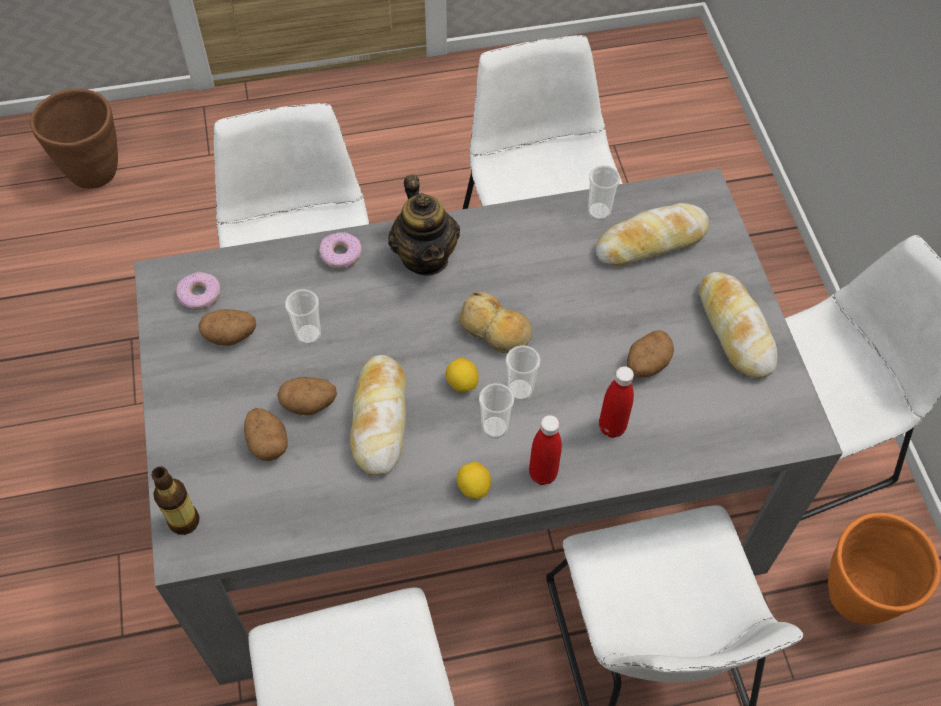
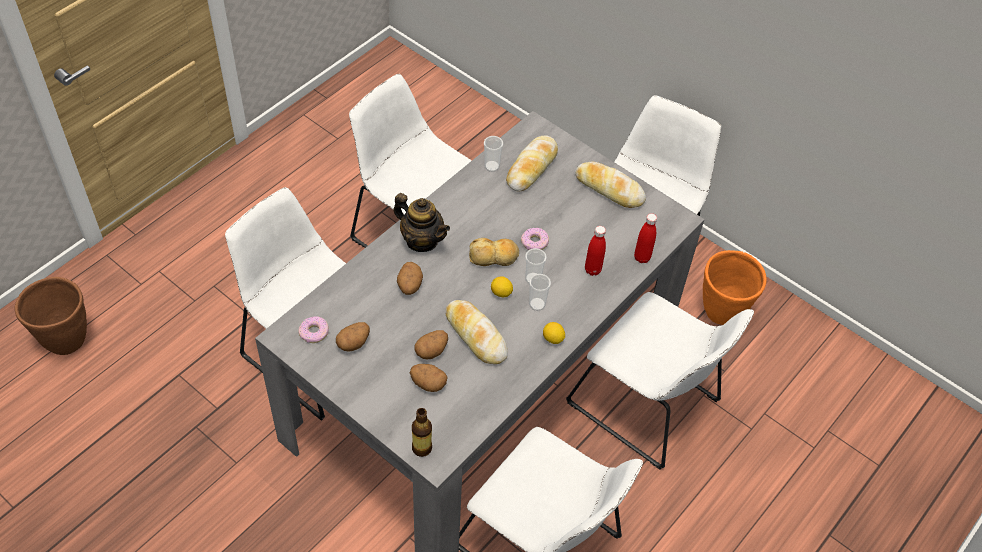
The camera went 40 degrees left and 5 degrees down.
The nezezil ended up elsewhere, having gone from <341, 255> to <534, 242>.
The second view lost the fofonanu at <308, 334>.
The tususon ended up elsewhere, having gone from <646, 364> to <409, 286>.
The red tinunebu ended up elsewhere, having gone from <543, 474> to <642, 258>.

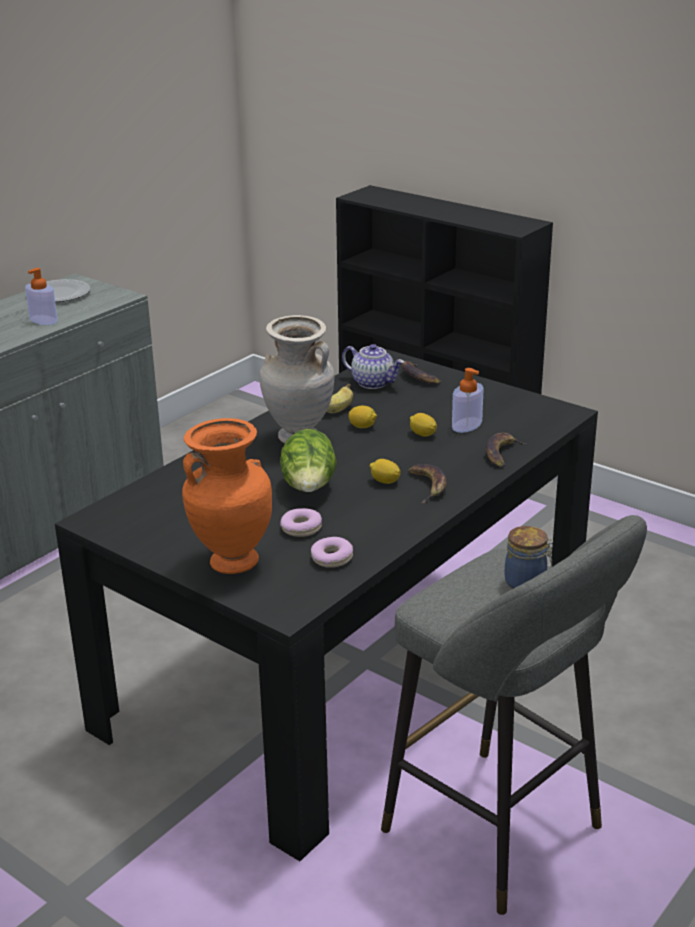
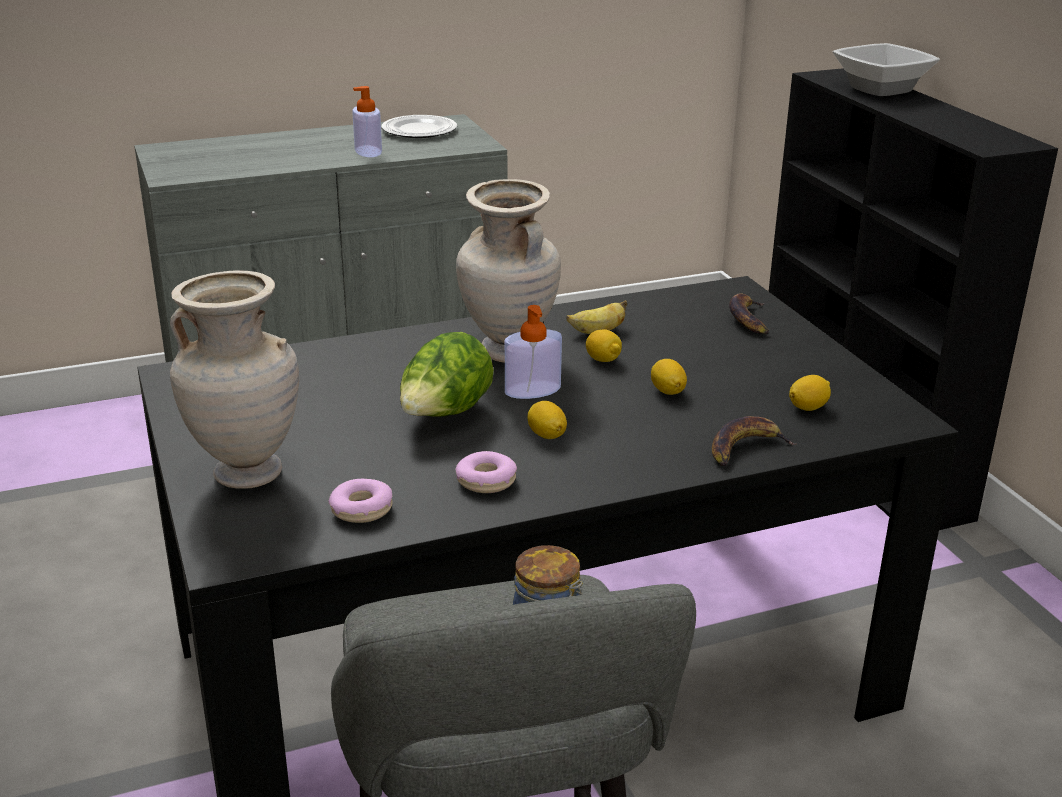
The camera went 30 degrees right and 0 degrees up.
The second view lost the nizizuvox at <373, 383>.
The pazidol ended up elsewhere, having gone from <467, 425> to <532, 390>.
What was the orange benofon at <232, 562> turned into the beige benofon at <247, 473>.
The second view lost the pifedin at <428, 486>.
The nezezil ended up elsewhere, having gone from <301, 528> to <486, 481>.
The second view gained the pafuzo at <882, 89>.
The second view gained the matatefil at <808, 407>.

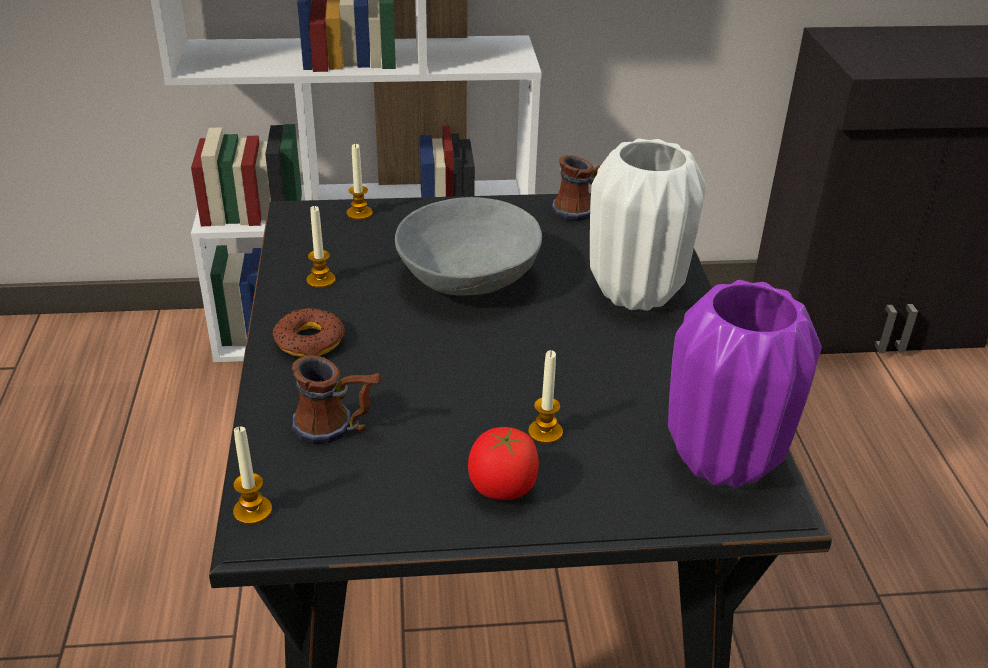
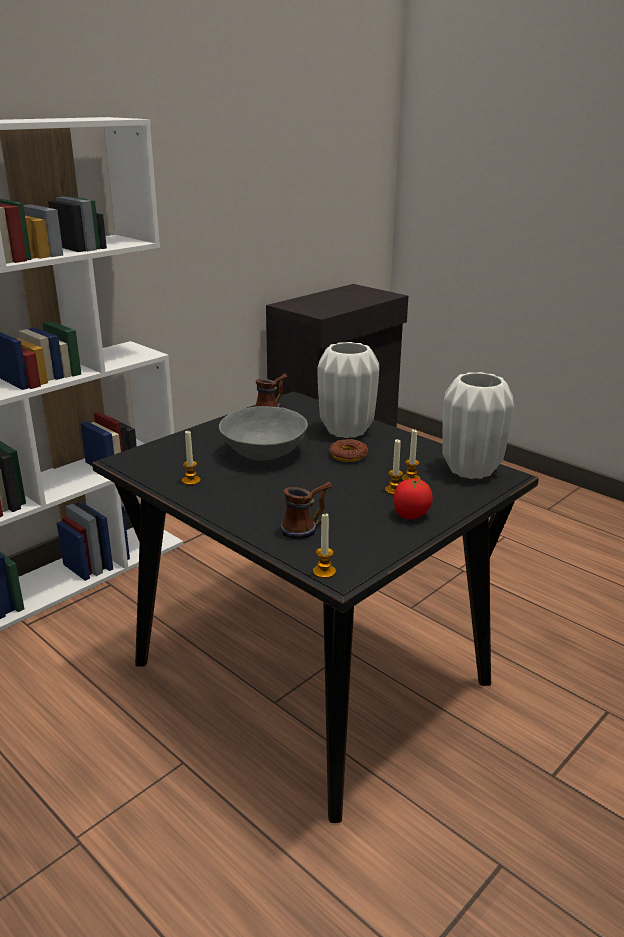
The camera went 40 degrees left and 10 degrees down.
The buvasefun ended up elsewhere, having gone from <359, 213> to <411, 479>.
What was the purple benofon at <722, 458> turned into the white benofon at <470, 469>.
The nezezil ended up elsewhere, having gone from <310, 340> to <348, 455>.

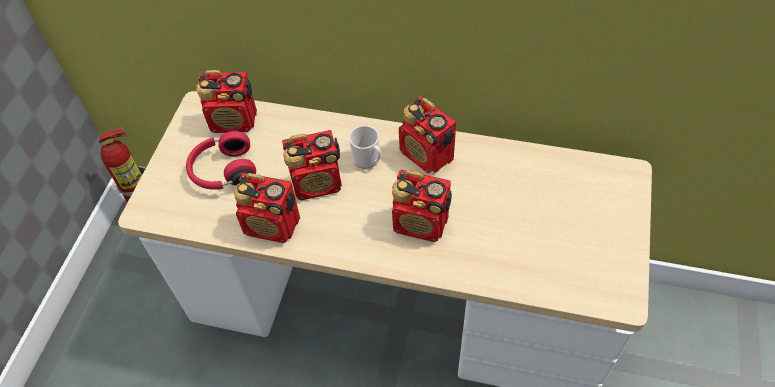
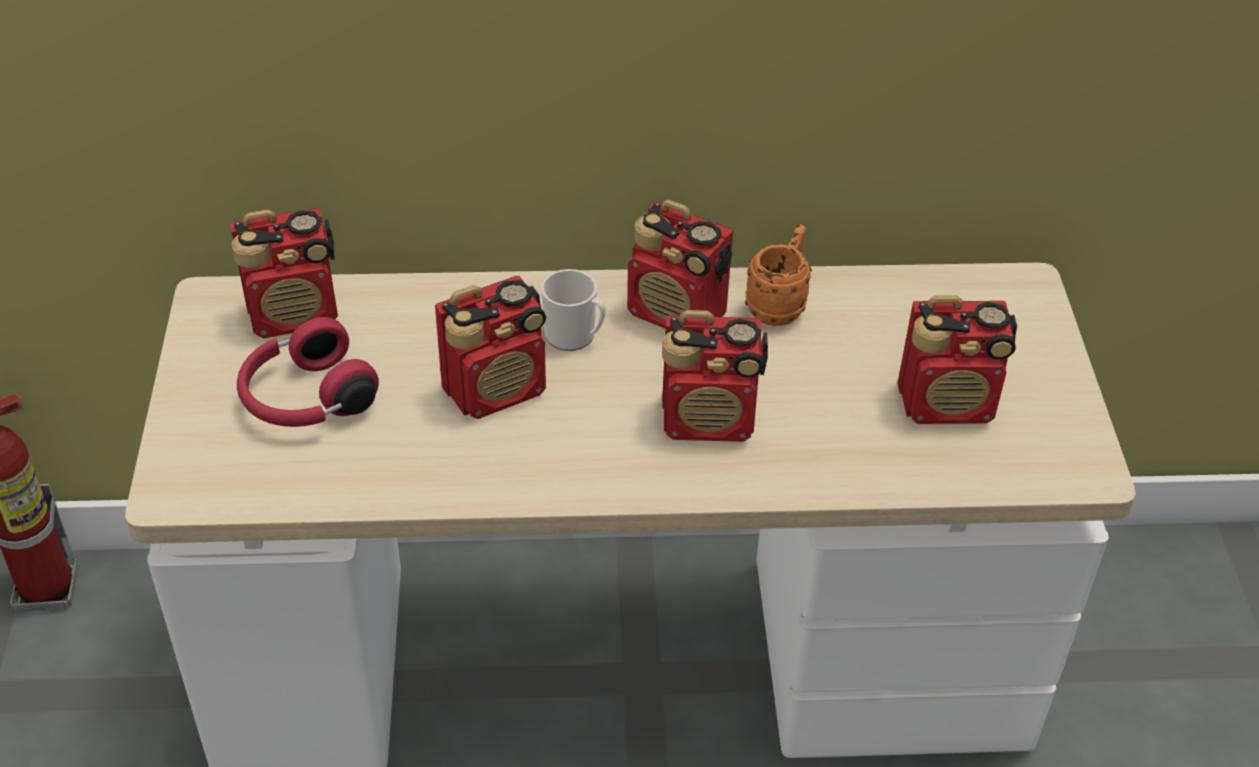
The camera went 20 degrees left and 10 degrees down.
The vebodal ended up elsewhere, having gone from <273, 226> to <948, 403>.
The second view gained the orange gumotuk at <779, 305>.

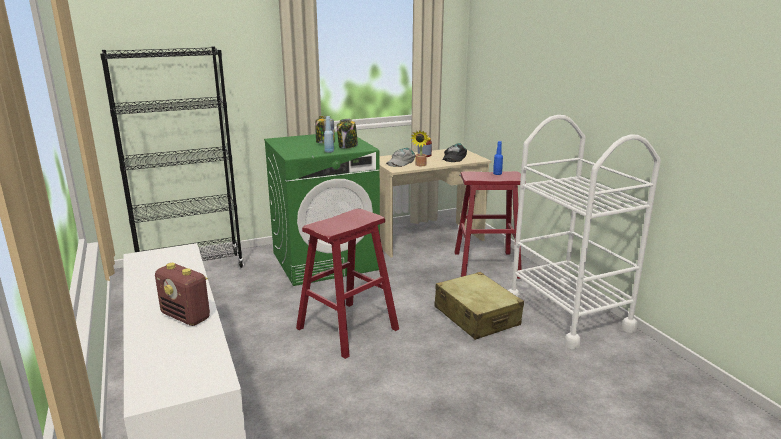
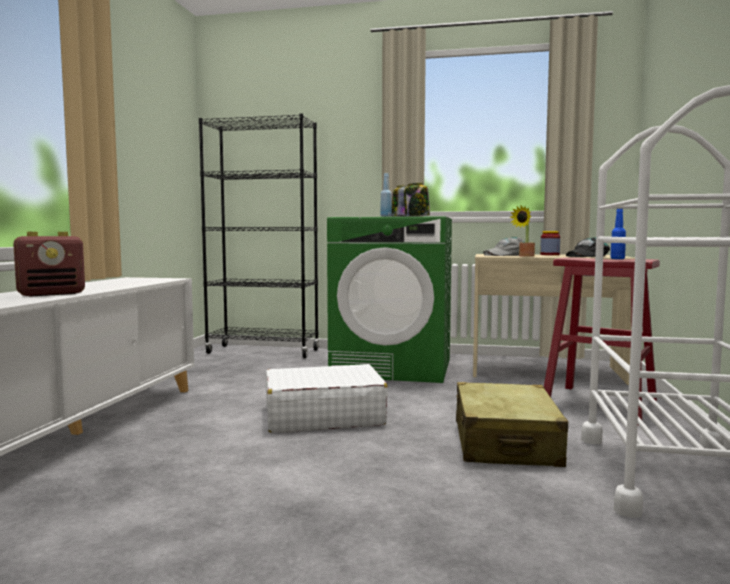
The camera went 35 degrees right and 15 degrees down.
Where the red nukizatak stood at <347, 329>, the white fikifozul came to stand at <323, 415>.
The vebodal at <186, 317> ended up facing another way, 105 degrees counterclockwise from before.

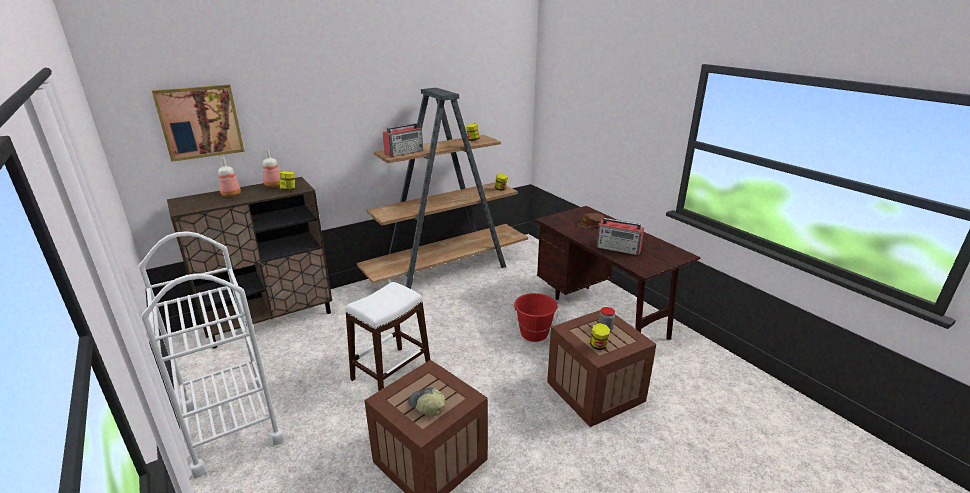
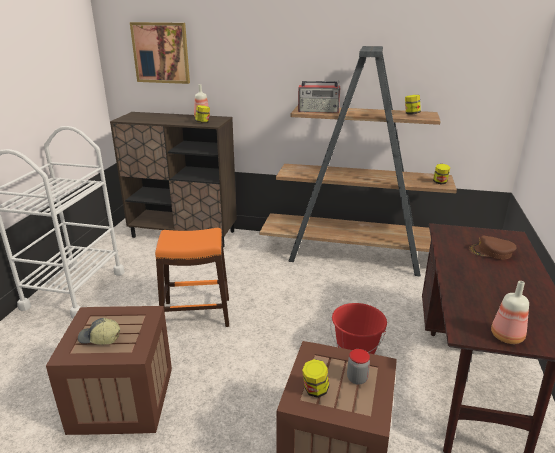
The camera went 45 degrees right and 0 degrees up.
The tinunebu ended up elsewhere, having gone from <232, 194> to <508, 337>.
The second view lost the vebodal at <619, 249>.
What was the white nukizatak at <391, 373> turned into the orange nukizatak at <196, 314>.
The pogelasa at <426, 406> ended up facing another way, 75 degrees counterclockwise from before.

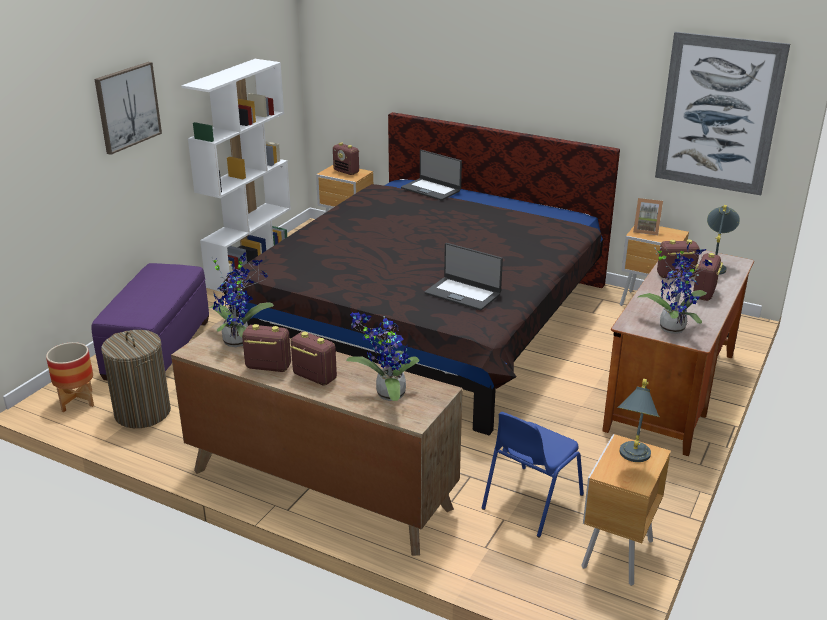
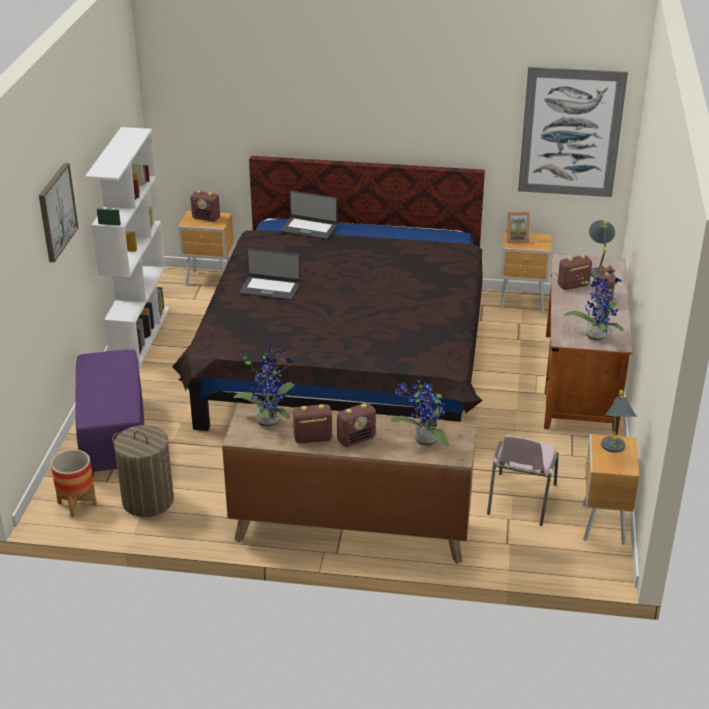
The camera went 20 degrees left and 5 degrees up.
The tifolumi ended up elsewhere, having gone from <463, 293> to <270, 288>.
The vebodal at <314, 377> ended up facing another way, 135 degrees clockwise from before.
What was the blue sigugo at <530, 502> turned into the pink sigugo at <520, 500>.

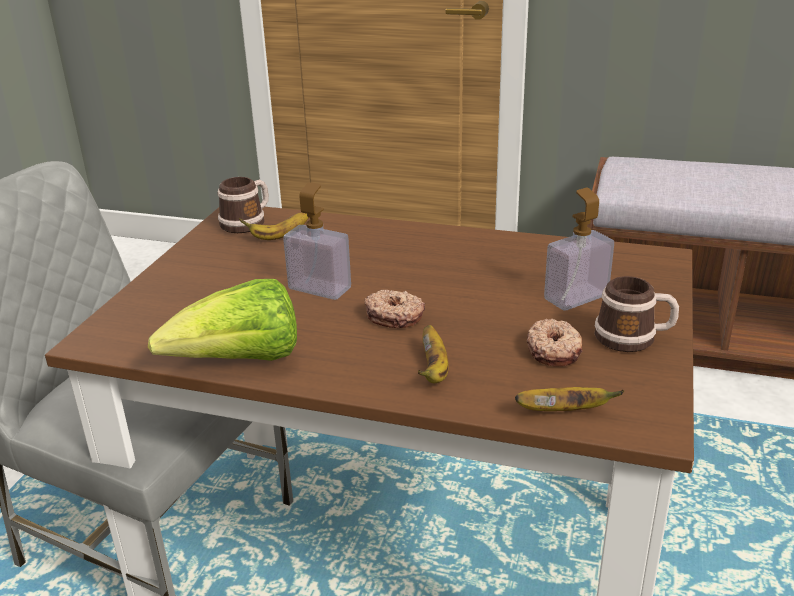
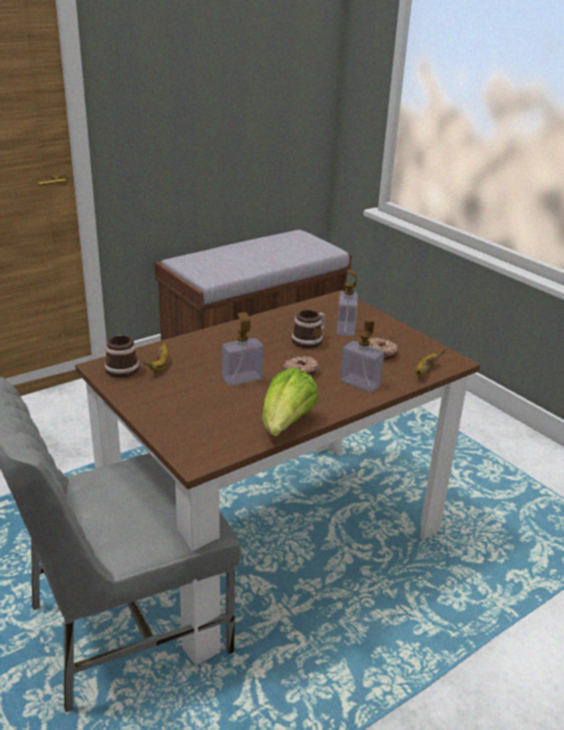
The camera went 55 degrees left and 0 degrees up.
The gumotuk ended up elsewhere, having gone from <633, 338> to <310, 340>.
Where the pifedin stood at <434, 370>, the pazidol came to stand at <360, 383>.

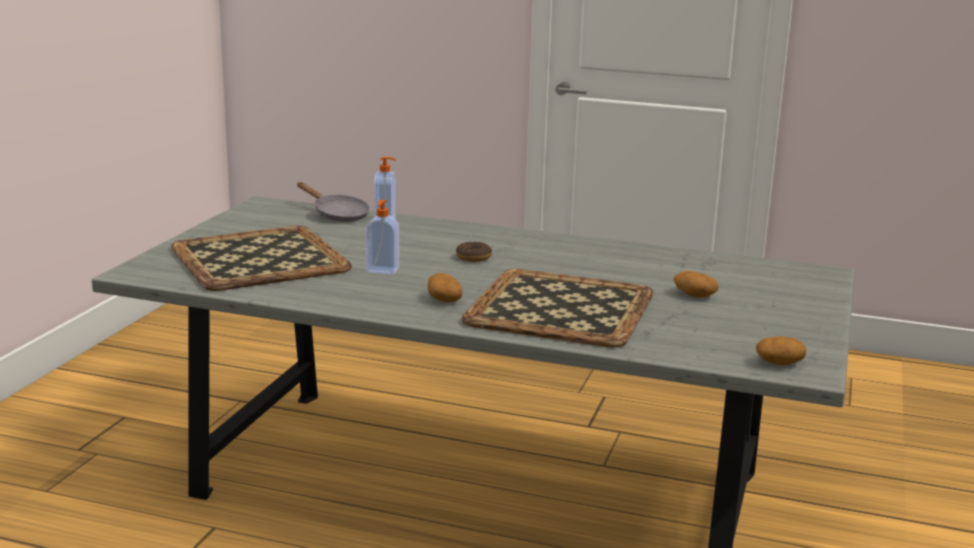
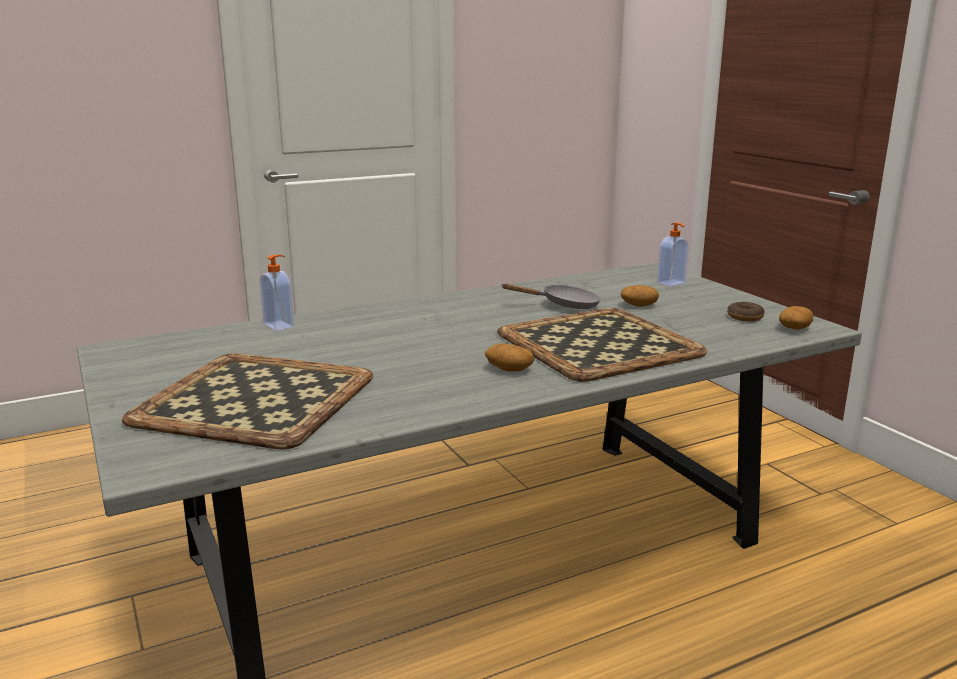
The camera went 45 degrees left and 0 degrees up.
The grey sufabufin ended up elsewhere, having gone from <337, 215> to <564, 305>.
The pazidol ended up elsewhere, having gone from <382, 271> to <671, 283>.
The nezezil ended up elsewhere, having gone from <473, 257> to <745, 317>.

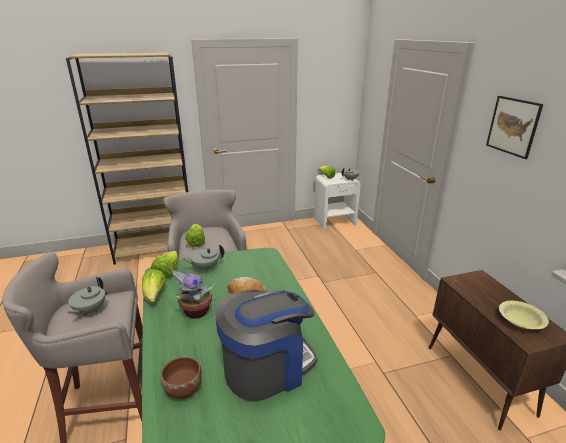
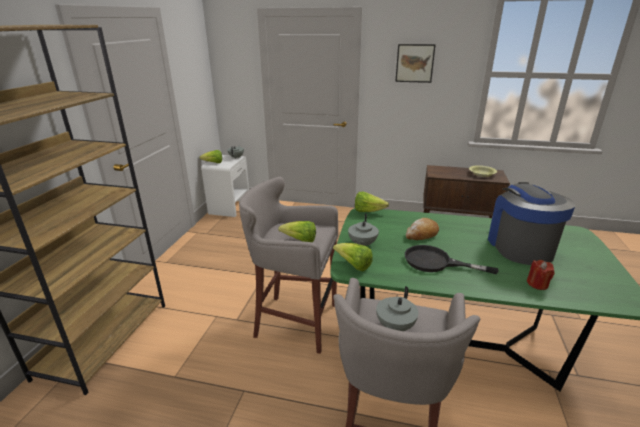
The camera went 60 degrees left and 0 degrees up.
Where the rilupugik stood at <195, 312>, the black sufabufin came to stand at <436, 262>.
The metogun ended up elsewhere, having gone from <155, 296> to <368, 211>.
The grey nizizuvox at <90, 311> ended up facing another way, 75 degrees clockwise from before.
Where the brown pafuzo stood at <183, 389>, the red buvasefun came to stand at <537, 284>.

